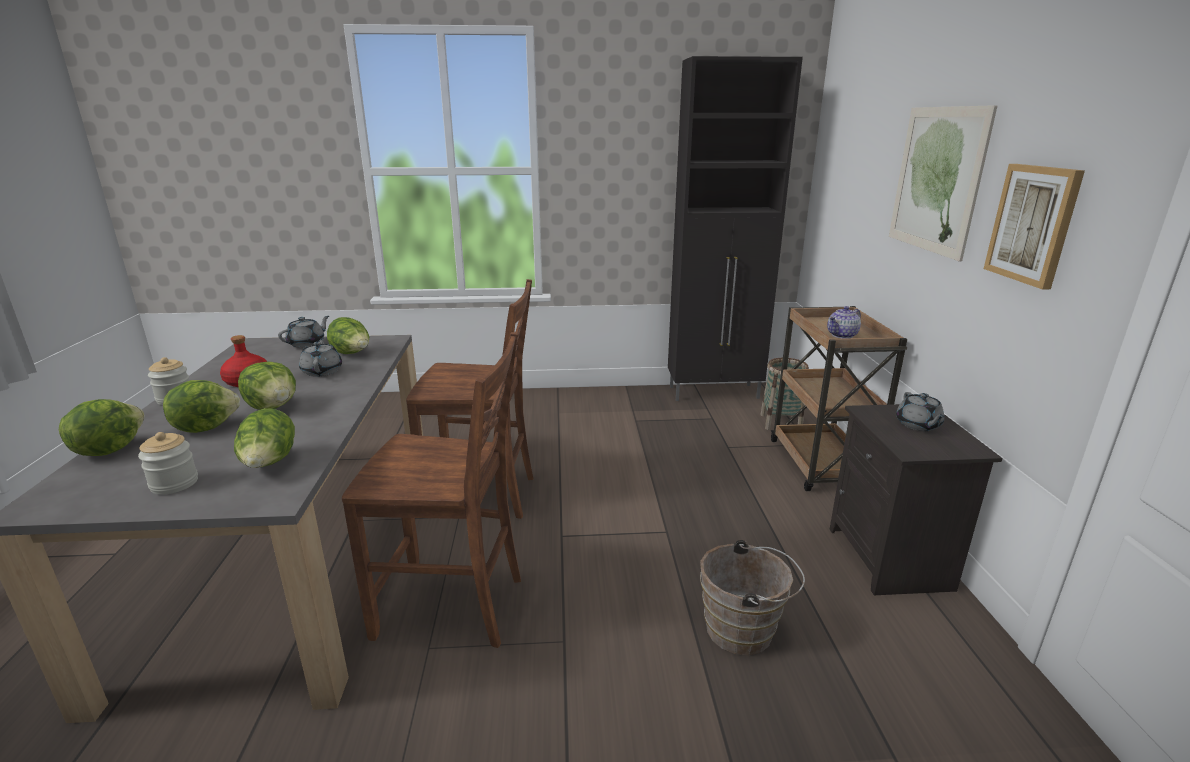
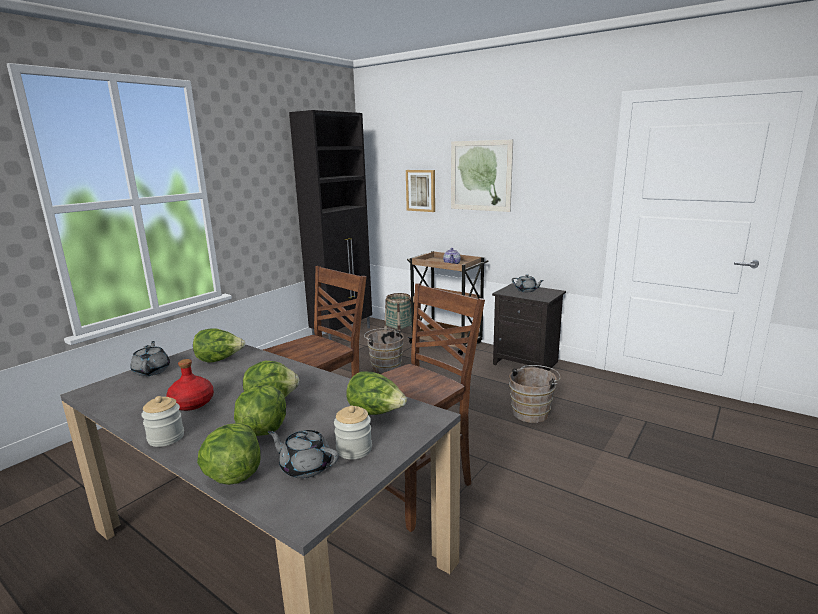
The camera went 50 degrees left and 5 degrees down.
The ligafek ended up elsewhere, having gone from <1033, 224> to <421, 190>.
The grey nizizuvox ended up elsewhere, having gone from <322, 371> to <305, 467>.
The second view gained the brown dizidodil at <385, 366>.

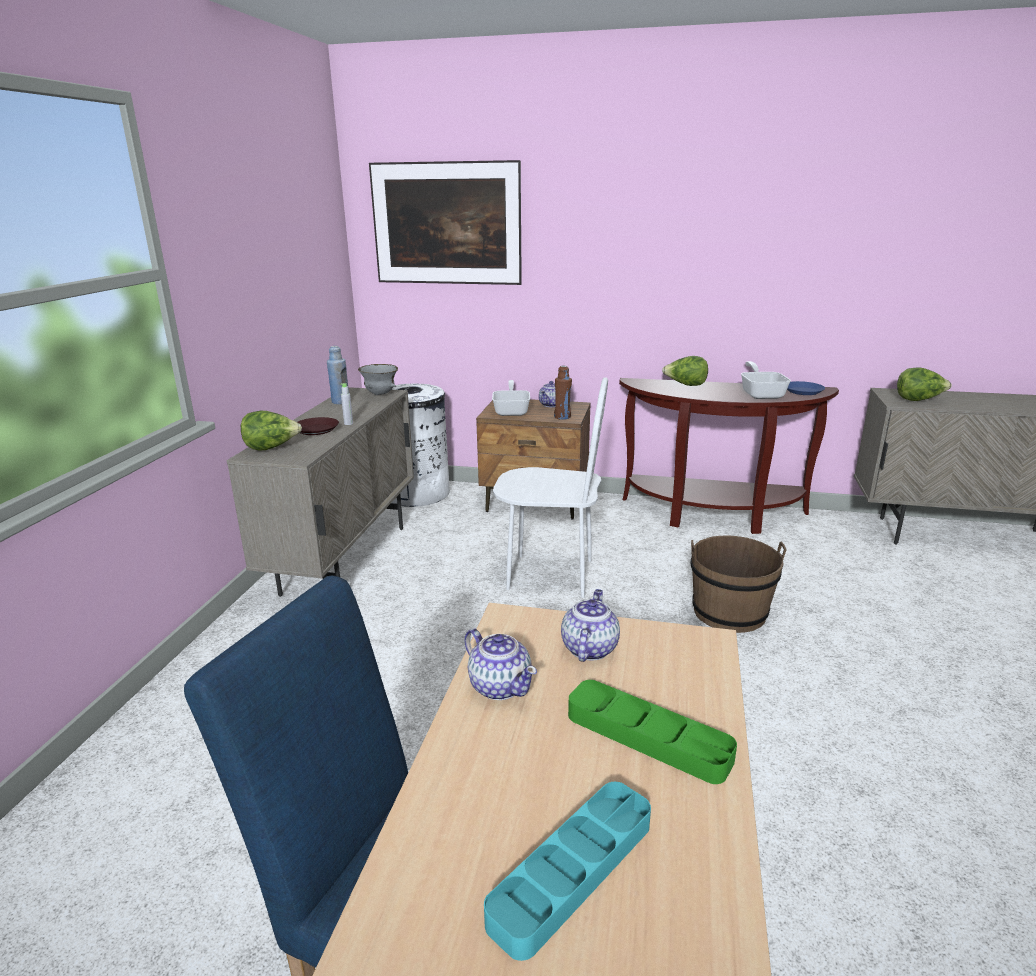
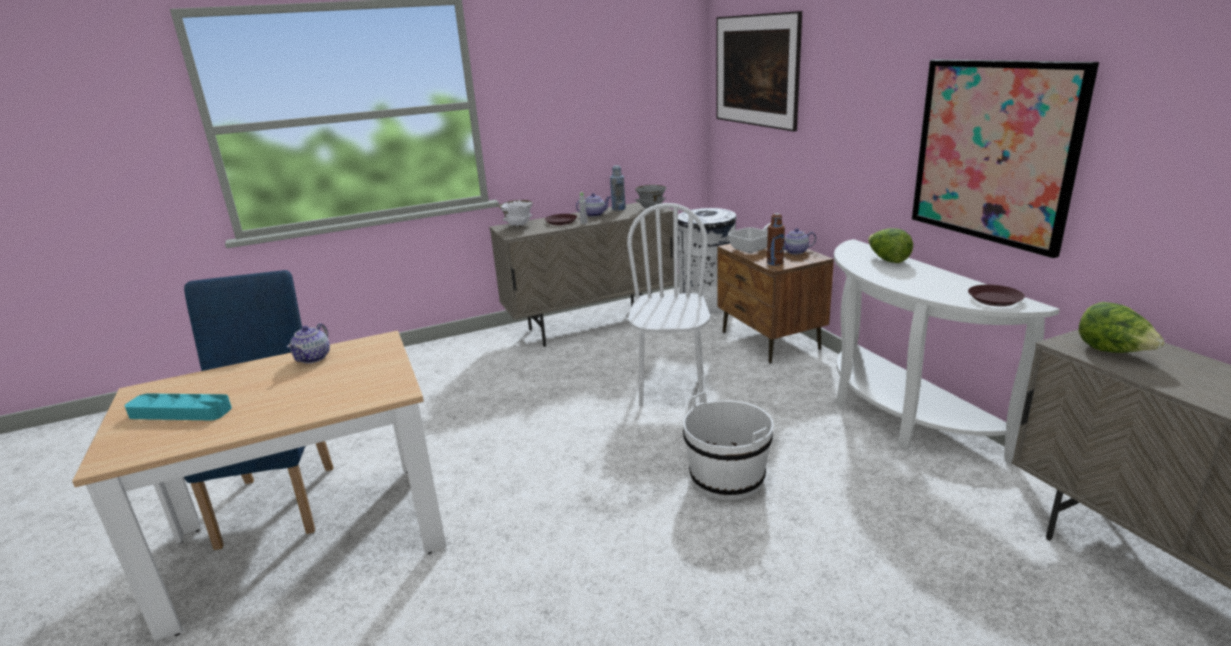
The camera went 55 degrees right and 0 degrees up.
The second view lost the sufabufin at <761, 394>.
The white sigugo at <550, 575> ended up facing another way, 150 degrees counterclockwise from before.
What was the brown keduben at <713, 515> turned into the white keduben at <897, 415>.
What was the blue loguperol at <802, 391> turned into the brown loguperol at <994, 299>.
Where the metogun stood at <271, 448>, the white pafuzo came to stand at <518, 226>.
What was the brown dizidodil at <729, 612> turned into the white dizidodil at <727, 478>.
The nizizuvox ended up elsewhere, having gone from <589, 648> to <594, 215>.
The second view lost the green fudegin at <647, 736>.
The second view gained the ligafek at <993, 152>.

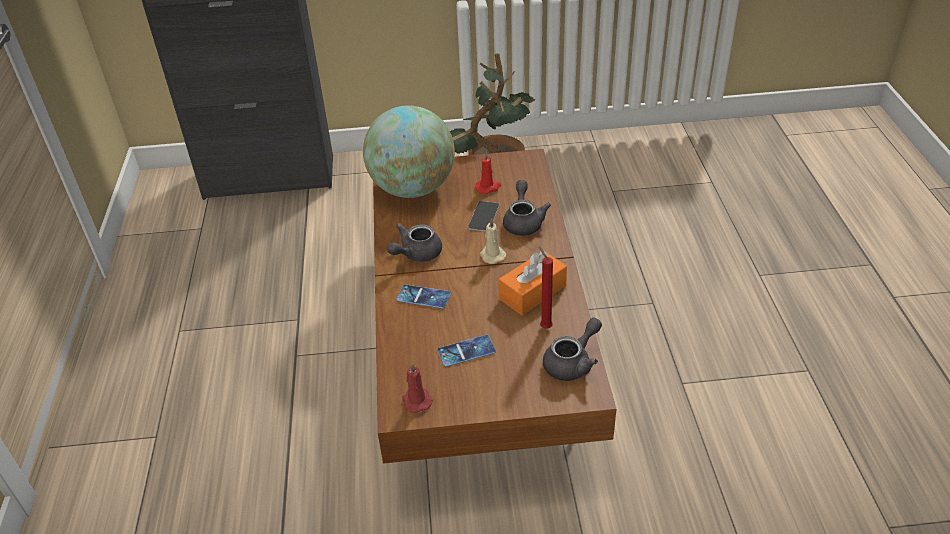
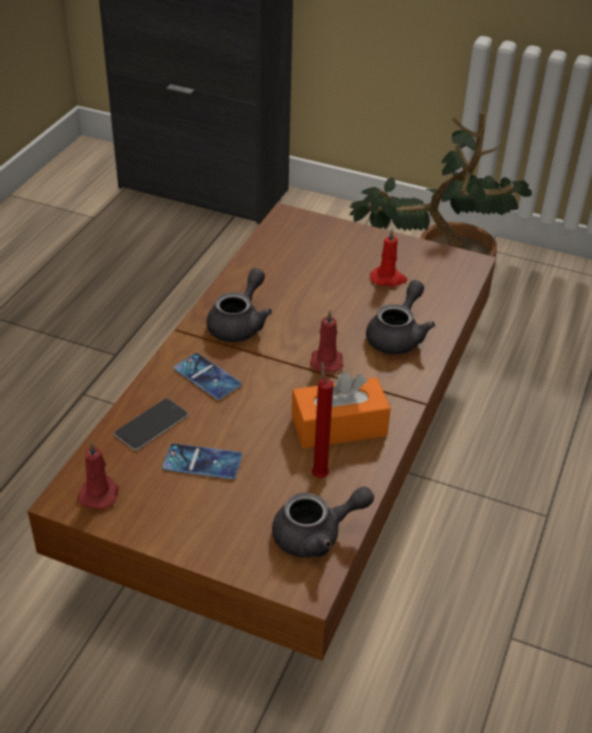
The camera went 25 degrees right and 0 degrees up.
The second view lost the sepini at <412, 188>.
The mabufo ended up elsewhere, having gone from <483, 216> to <151, 424>.
What was the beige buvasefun at <492, 255> turned into the red buvasefun at <326, 360>.
The grey nizizuvox at <416, 254> ended up facing another way, 135 degrees clockwise from before.

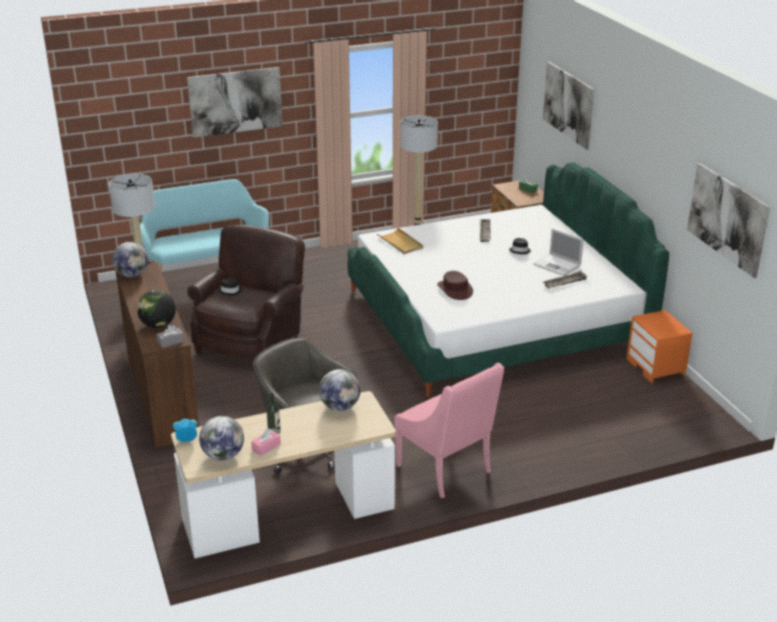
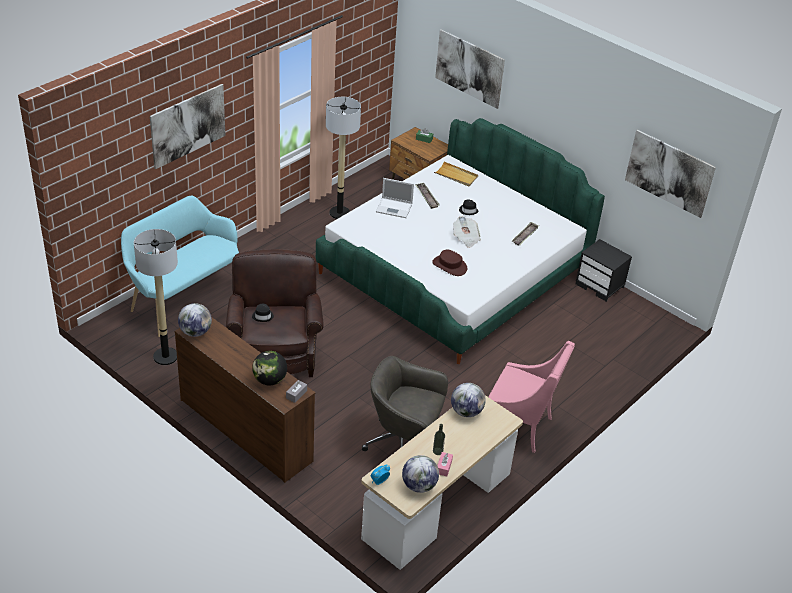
The camera went 30 degrees left and 10 degrees up.
The beige fudegin ended up elsewhere, having gone from <400, 243> to <456, 176>.
The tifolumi ended up elsewhere, having gone from <558, 265> to <394, 208>.
What was the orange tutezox at <656, 367> turned into the black tutezox at <600, 286>.
The second view gained the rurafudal at <466, 238>.

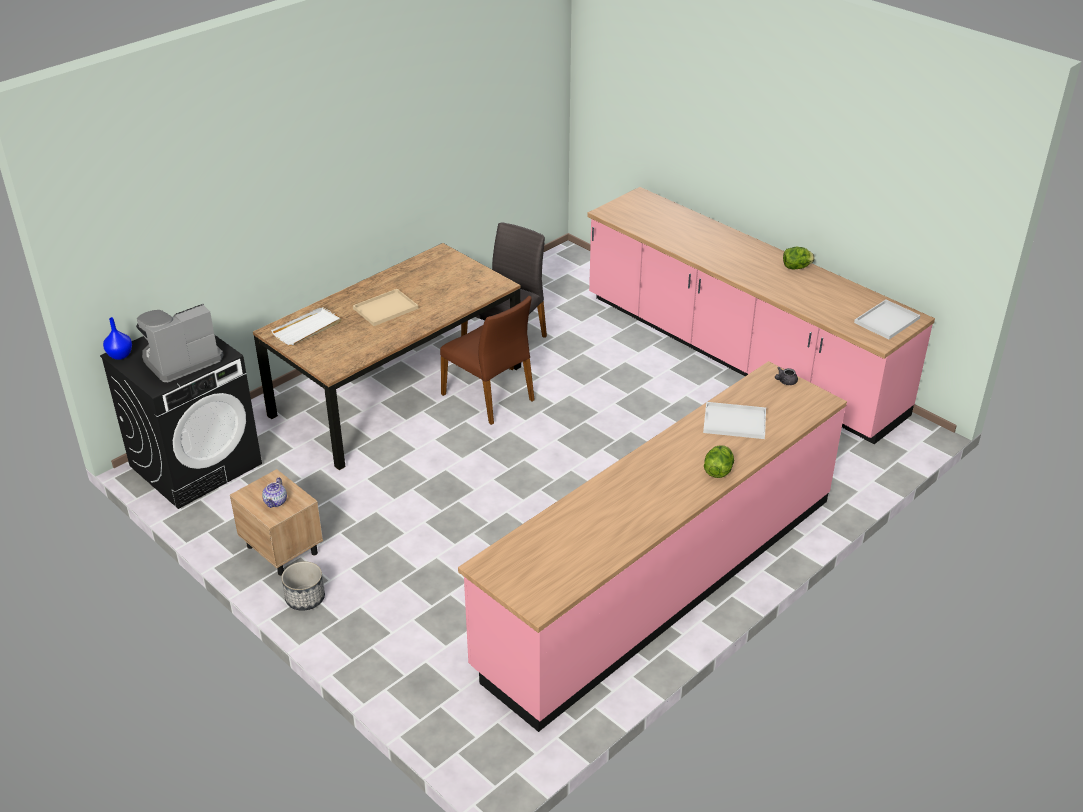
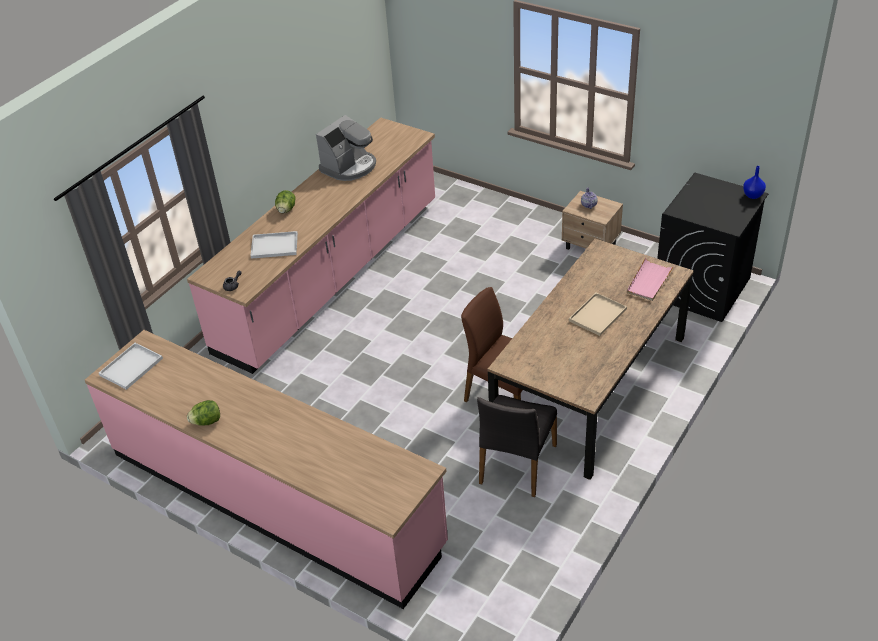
The camera went 170 degrees right and 5 degrees up.
The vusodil ended up elsewhere, having gone from <180, 360> to <349, 167>.
What was the white fudegin at <308, 328> turned into the pink fudegin at <649, 281>.
The second view lost the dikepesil at <305, 598>.

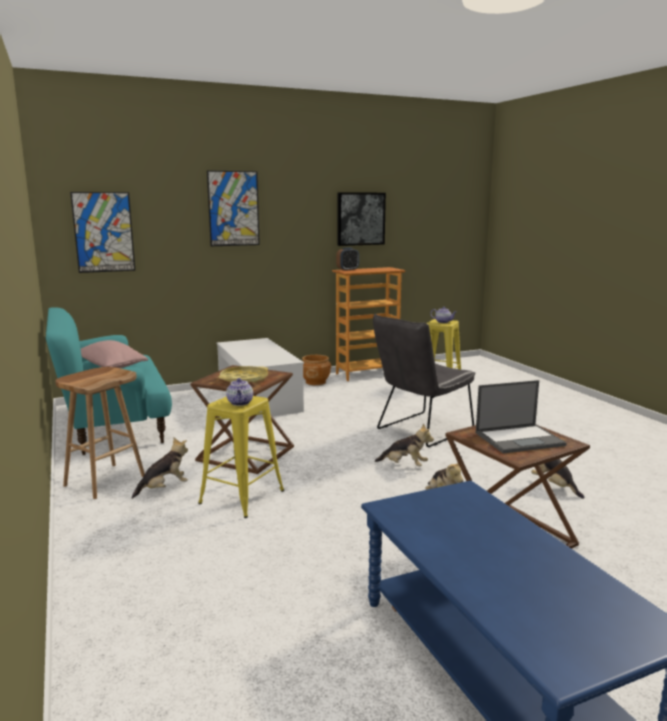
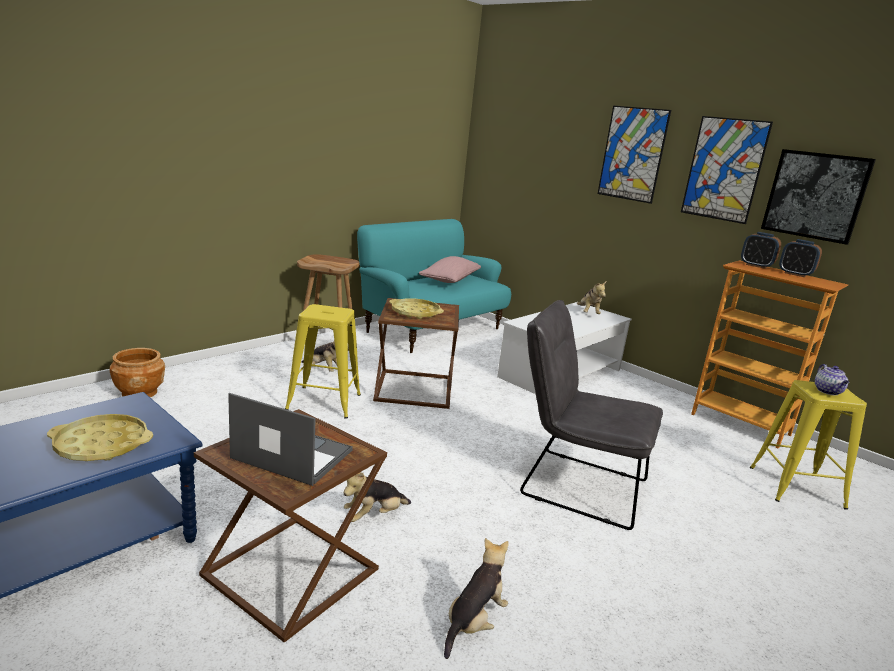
The camera went 65 degrees right and 5 degrees up.
The ligafek ended up elsewhere, having gone from <103, 232> to <724, 169>.
The brown dikepesil ended up elsewhere, having gone from <315, 382> to <139, 393>.
The second view lost the nizizuvox at <240, 403>.
The tifolumi at <520, 439> ended up facing another way, 150 degrees clockwise from before.
The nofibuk ended up elsewhere, having gone from <404, 465> to <588, 313>.
The second view gained the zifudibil at <795, 274>.
The second view gained the yellow fudegin at <102, 444>.

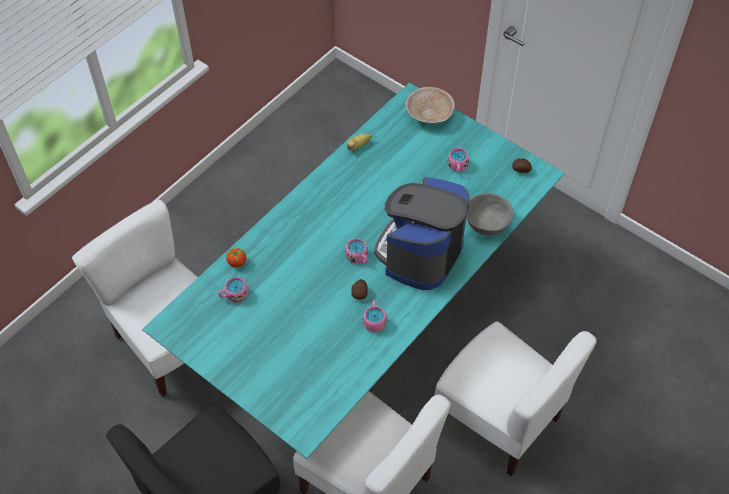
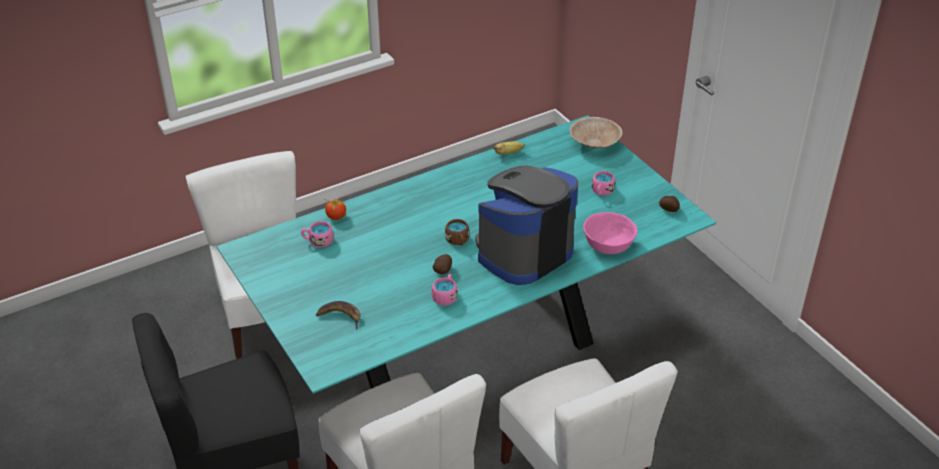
The camera went 20 degrees right and 15 degrees down.
What was the grey pafuzo at <487, 223> turned into the pink pafuzo at <608, 244>.
What was the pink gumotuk at <358, 257> turned into the brown gumotuk at <458, 241>.
The second view gained the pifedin at <340, 316>.

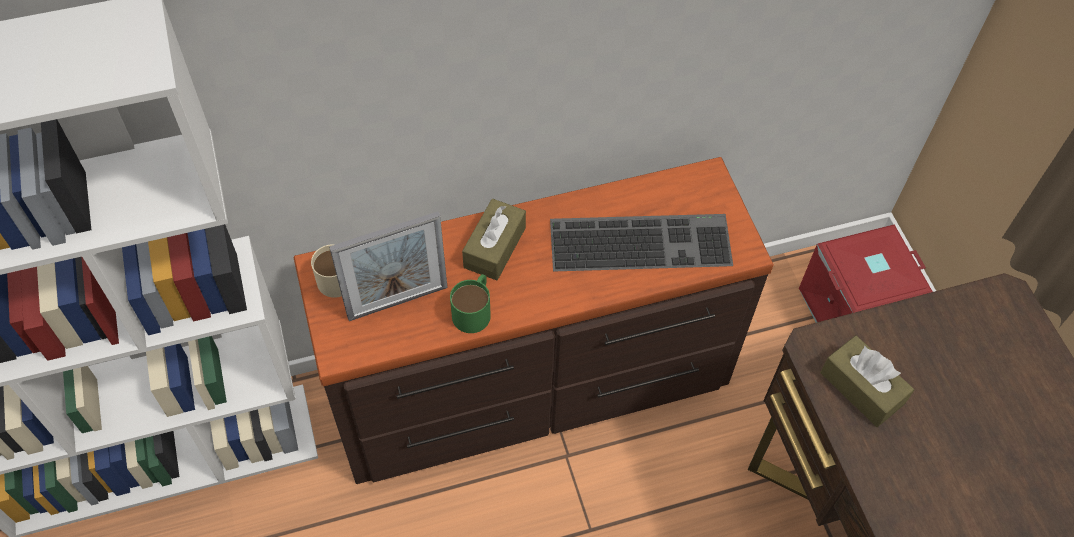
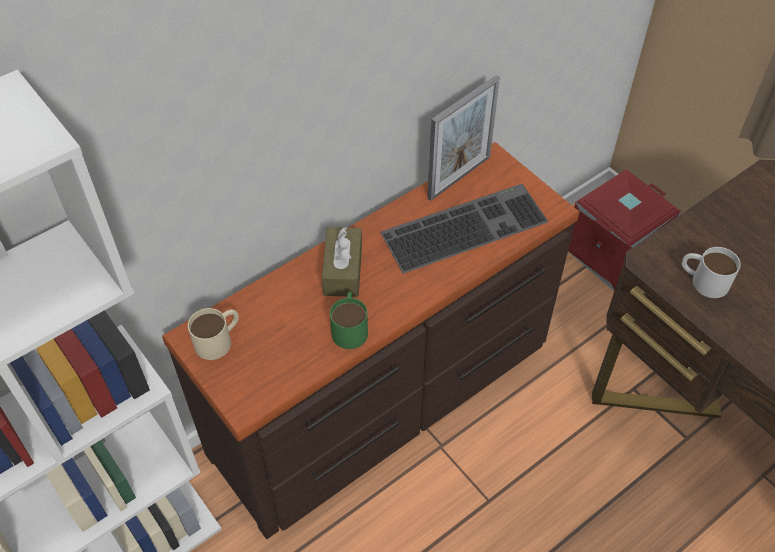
The camera went 20 degrees left and 5 degrees down.
The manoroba ended up elsewhere, having gone from <397, 302> to <459, 177>.
Where the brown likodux stood at <861, 388>, the white gumotuk came to stand at <703, 280>.

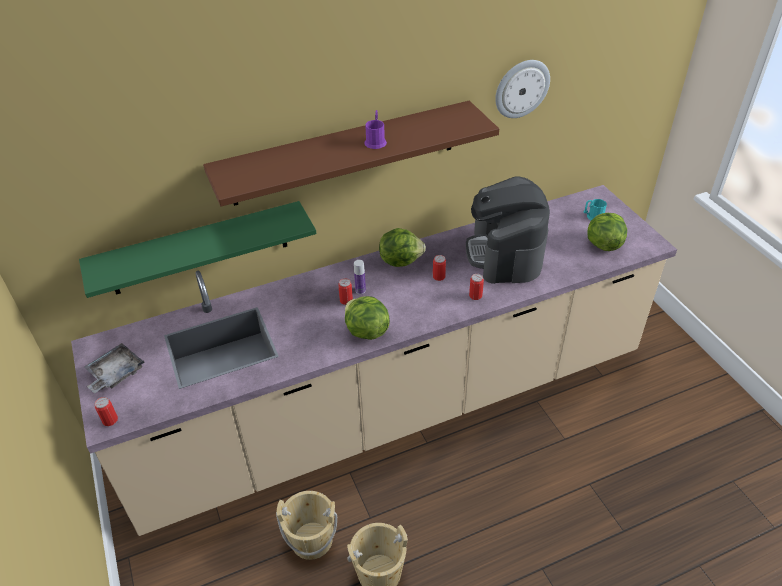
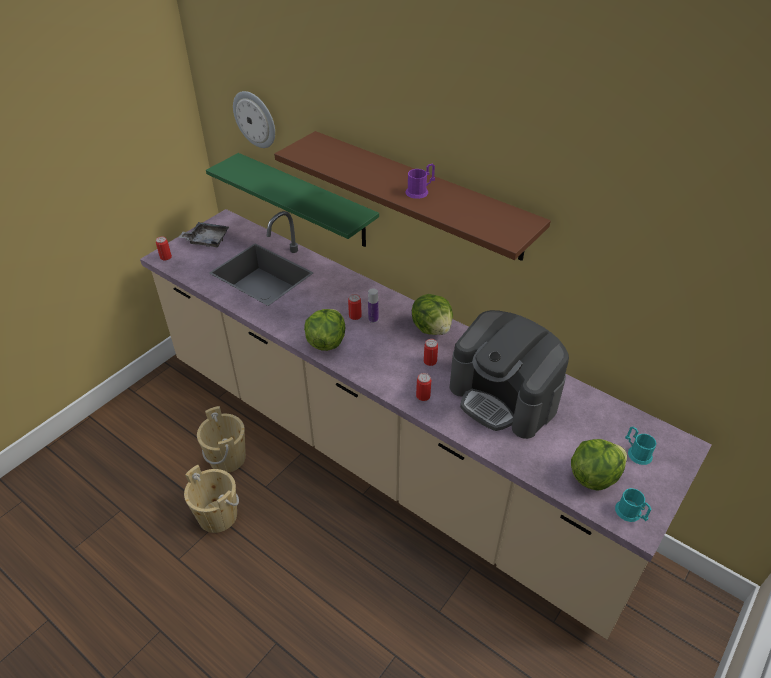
The camera went 60 degrees right and 0 degrees up.
The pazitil ended up elsewhere, having gone from <521, 88> to <255, 119>.
The vusodil at <505, 253> ended up facing another way, 105 degrees counterclockwise from before.
The second view gained the turquoise gumotuk at <631, 513>.

